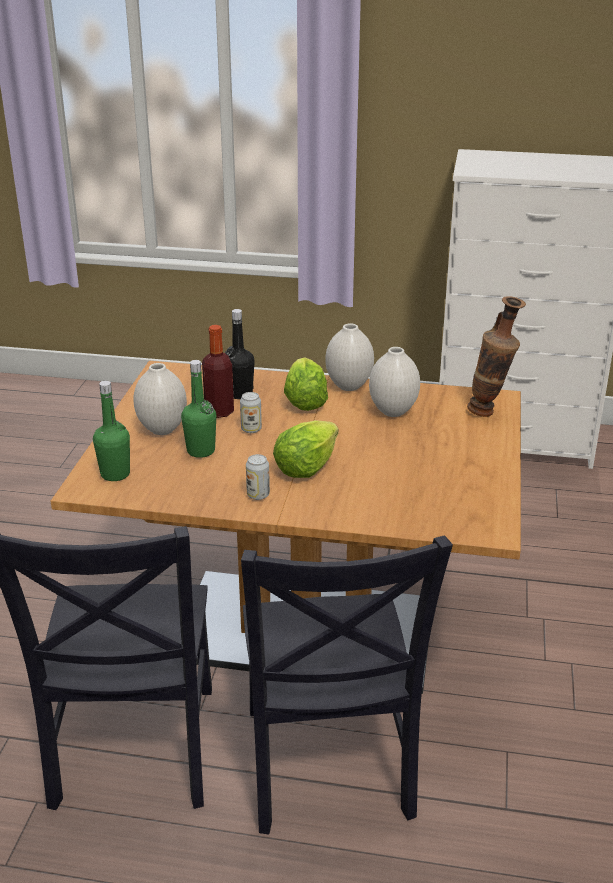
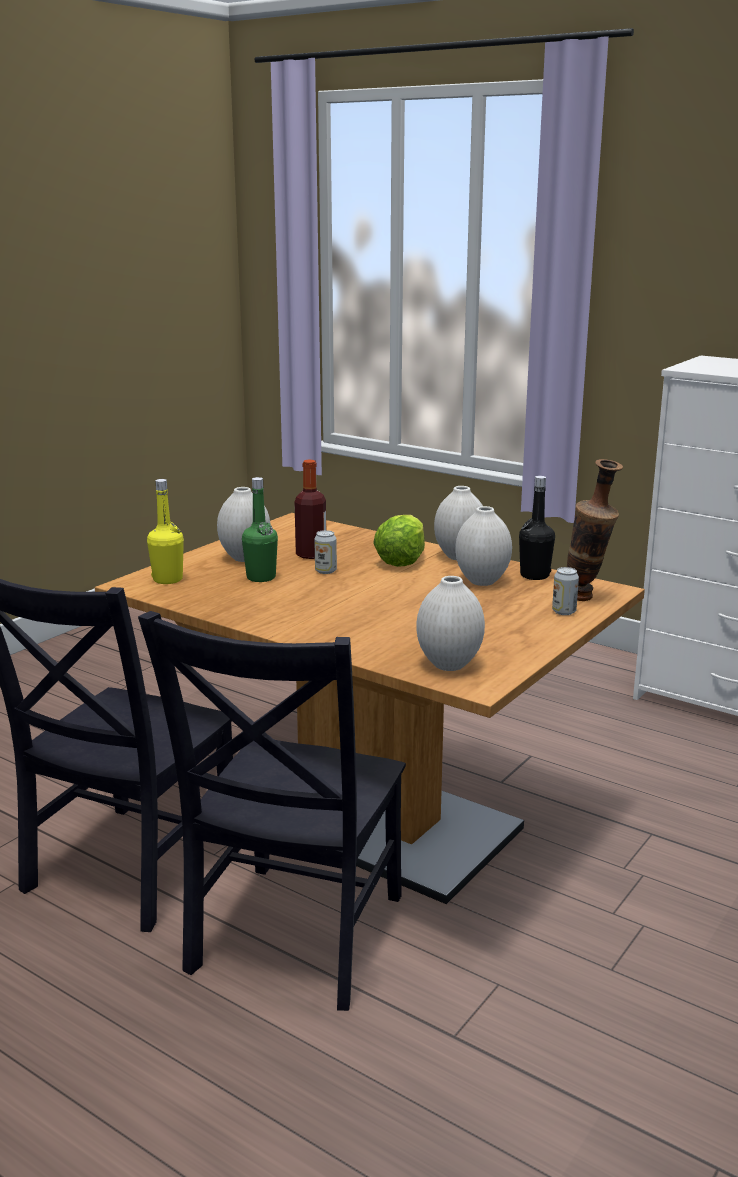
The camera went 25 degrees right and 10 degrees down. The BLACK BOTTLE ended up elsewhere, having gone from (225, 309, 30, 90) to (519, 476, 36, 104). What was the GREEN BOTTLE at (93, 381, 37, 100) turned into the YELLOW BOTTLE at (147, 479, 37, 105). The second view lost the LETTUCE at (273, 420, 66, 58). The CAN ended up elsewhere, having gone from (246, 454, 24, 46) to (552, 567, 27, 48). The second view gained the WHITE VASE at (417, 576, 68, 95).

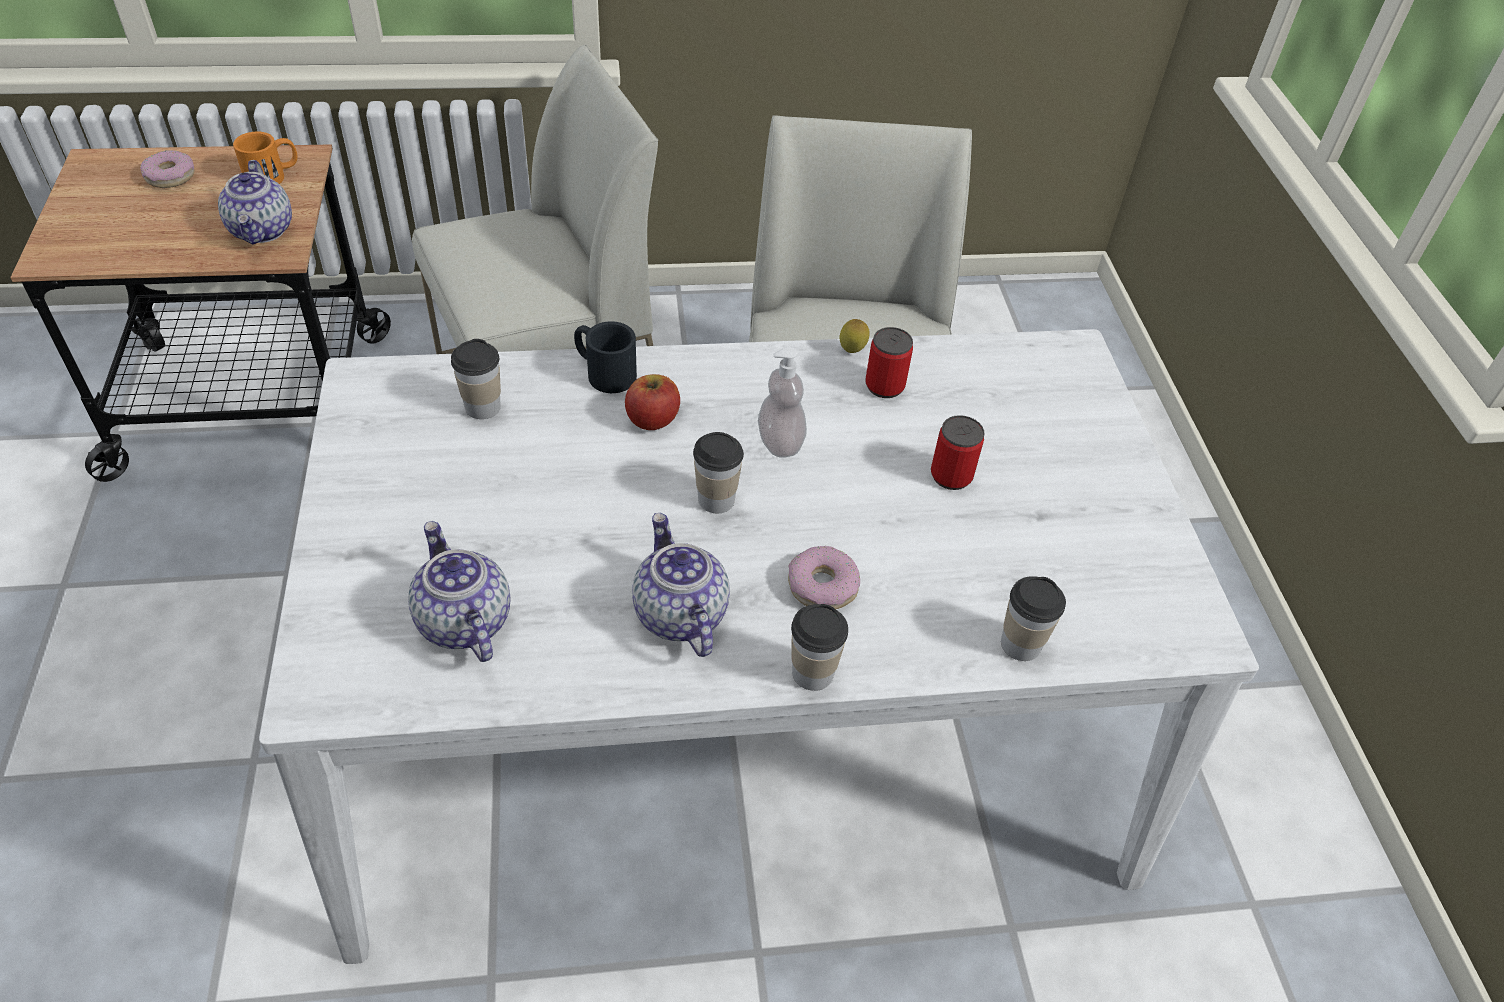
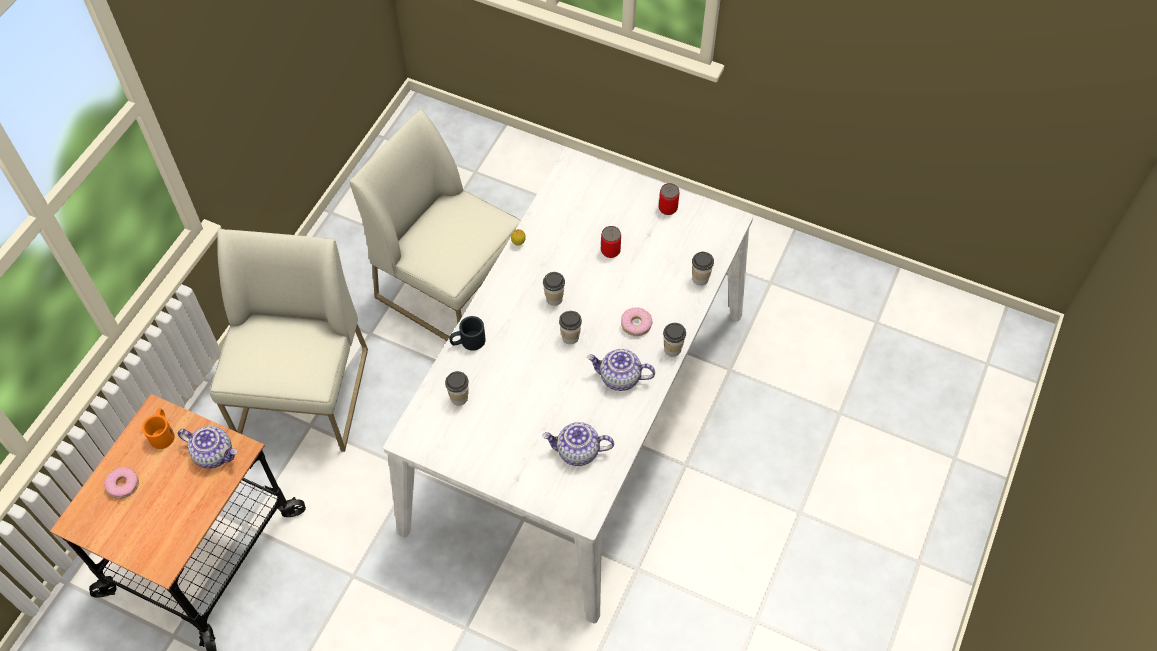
The camera went 55 degrees left and 10 degrees up. The CAN ended up elsewhere, having gone from (865, 327, 48, 71) to (659, 183, 20, 32). Where the SOAP DISPENSER stood at (758, 347, 49, 111), the CUP came to stand at (543, 272, 22, 34). The second view lost the APPLE at (625, 374, 55, 56).

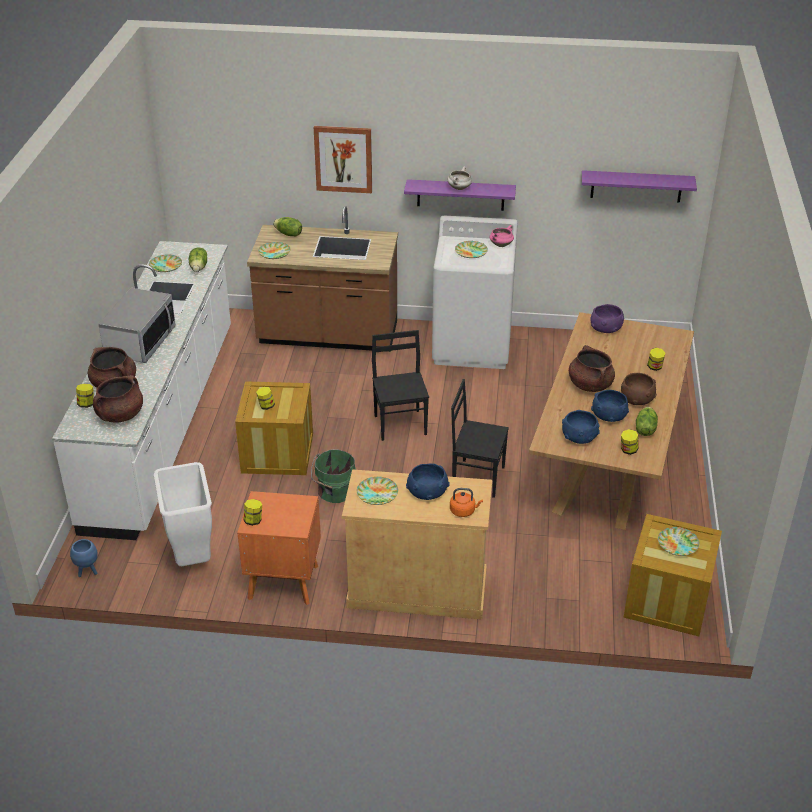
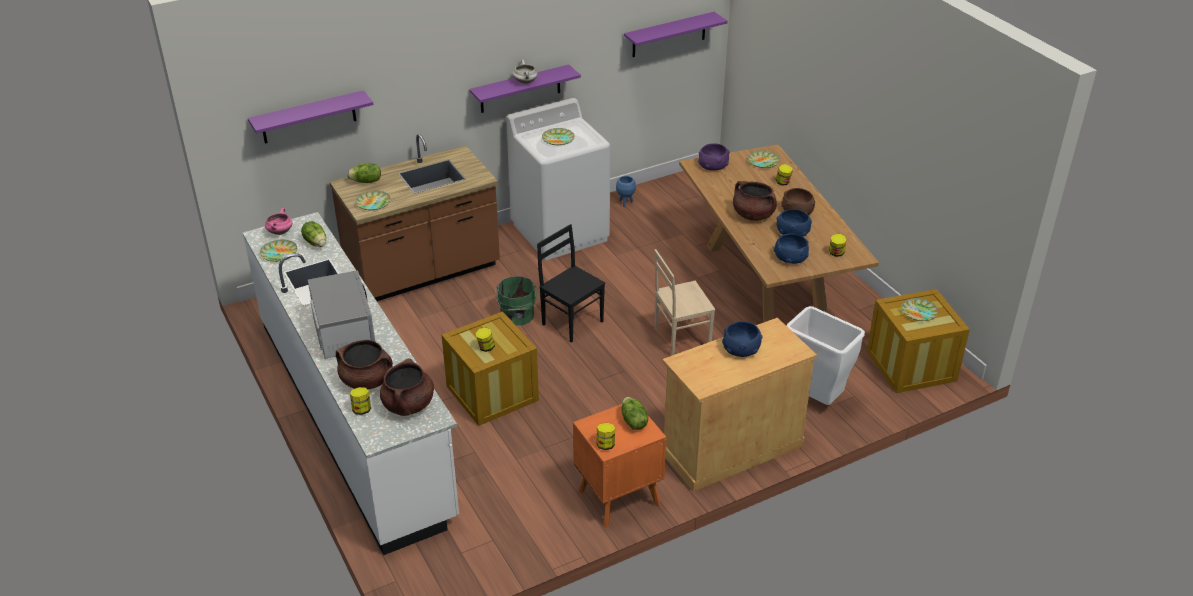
The camera went 35 degrees left and 0 degrees up. The second view lost the PICTURE at (314, 126, 58, 67). The PINK COOKING POT ended up elsewhere, having gone from (490, 225, 24, 22) to (265, 208, 28, 27). What was the BLACK CHAIR at (451, 379, 58, 119) turned into the BEIGE CHAIR at (655, 249, 60, 107). The LETTUCE ended up elsewhere, having gone from (636, 407, 22, 29) to (622, 397, 26, 33). The GREEN BUCKET ended up elsewhere, having gone from (311, 450, 45, 53) to (495, 276, 42, 50). The WHITE TRASH CAN ended up elsewhere, having gone from (154, 462, 58, 104) to (787, 306, 78, 99). The PLATE ended up elsewhere, having gone from (357, 477, 41, 28) to (748, 151, 32, 17). The second view lost the ORANGE KETTLE at (450, 488, 33, 29). The BLUE PLANTER ended up elsewhere, having gone from (70, 539, 28, 38) to (616, 176, 20, 31). The second view gained the PURPLE SHELF at (248, 90, 126, 53).

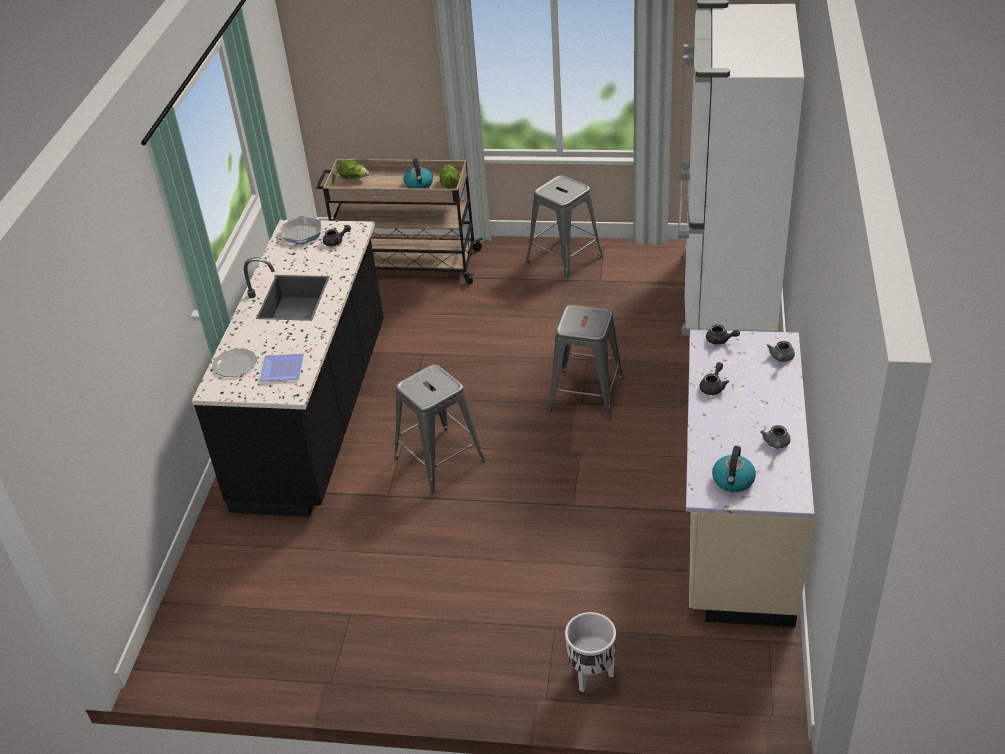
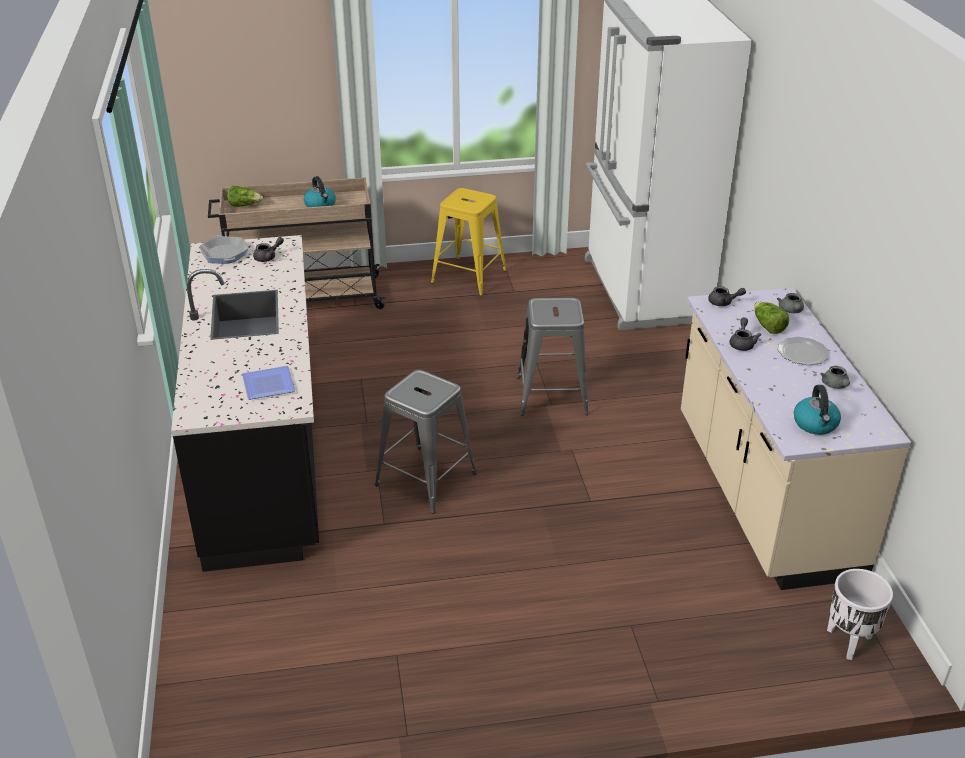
The camera went 20 degrees left and 5 degrees down. The LETTUCE ended up elsewhere, having gone from (440, 165, 20, 24) to (754, 302, 35, 32). What was the GREY STOOL at (526, 175, 77, 107) turned into the YELLOW STOOL at (431, 188, 76, 108). The PLATE ended up elsewhere, having gone from (212, 348, 45, 29) to (777, 337, 52, 28). The WHITE PLANTER ended up elsewhere, having gone from (565, 612, 51, 80) to (827, 569, 66, 91).

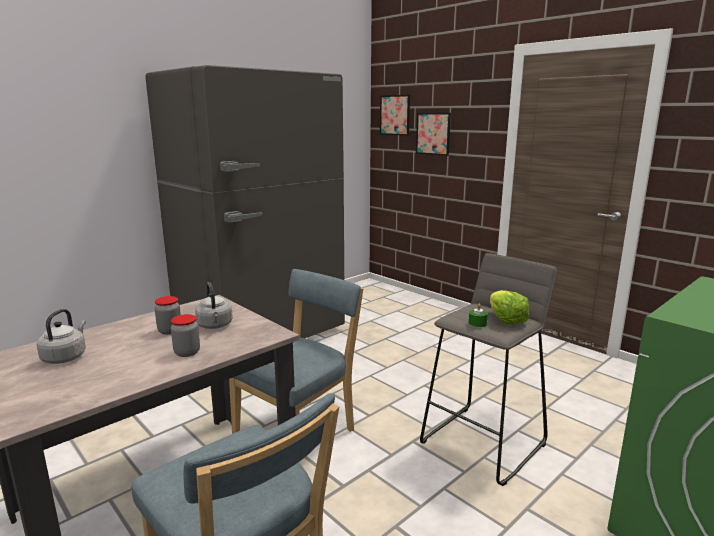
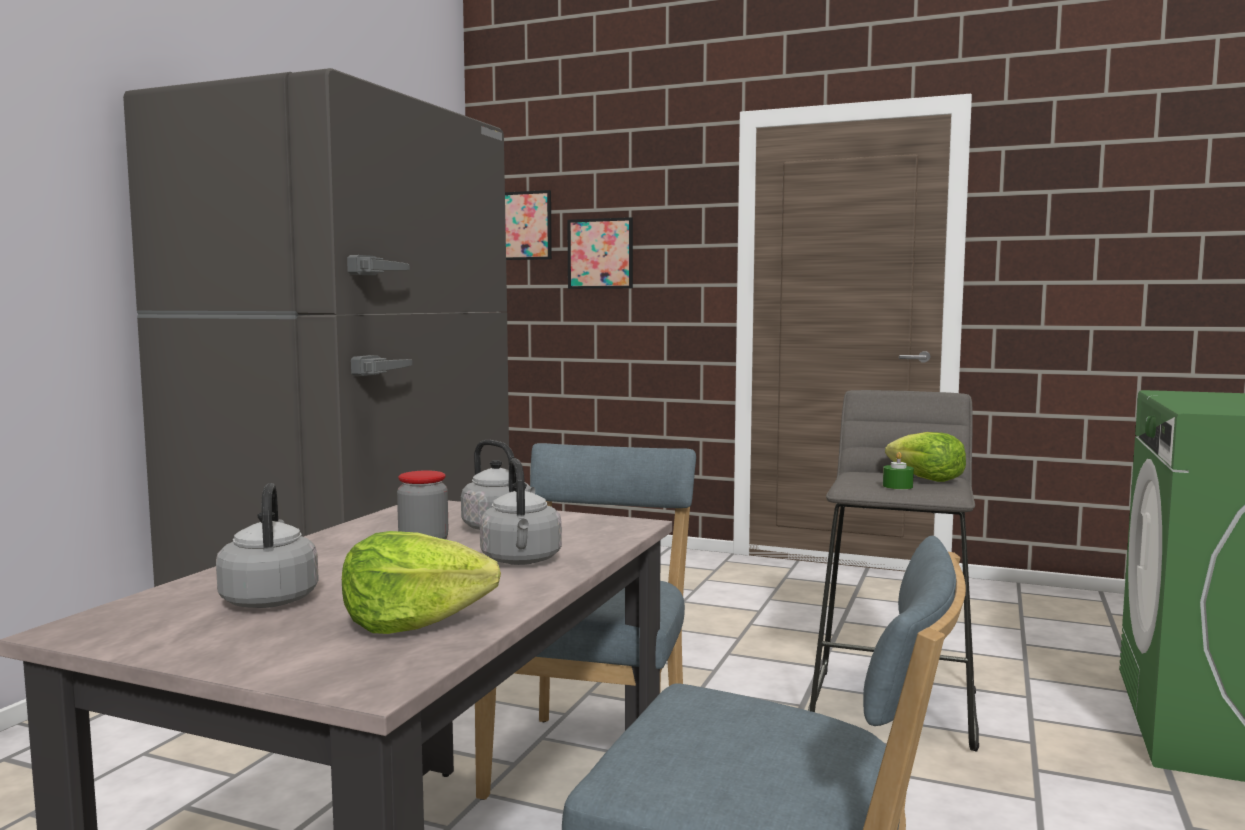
The camera went 25 degrees left and 10 degrees down. Where the JAR stood at (171, 314, 29, 43), the GREY KETTLE came to stand at (480, 458, 82, 107). The second view gained the LETTUCE at (342, 531, 159, 103).

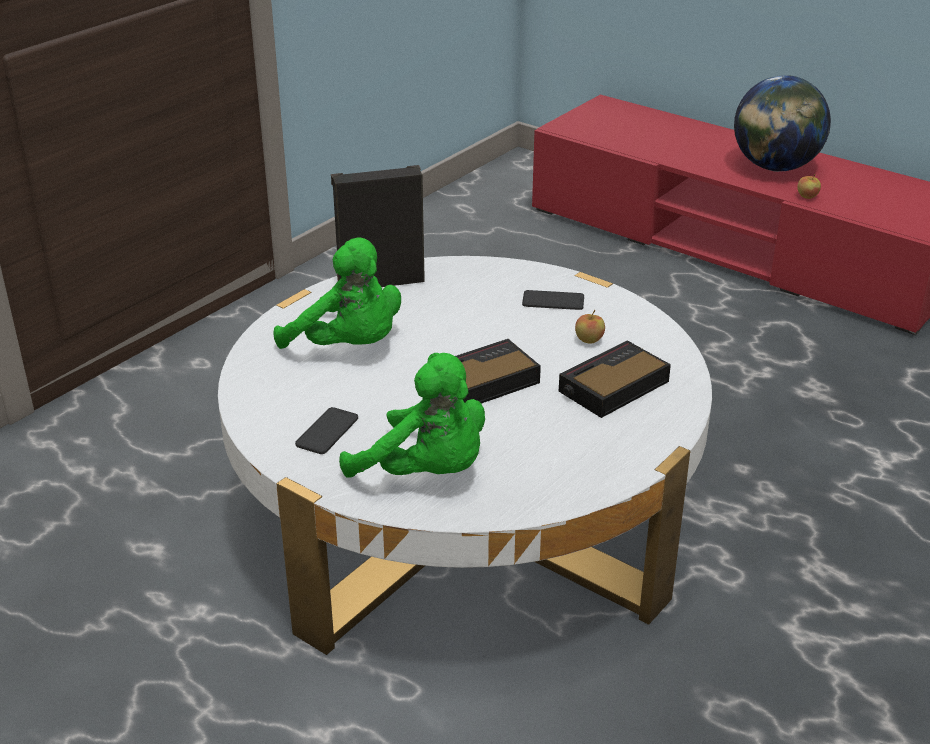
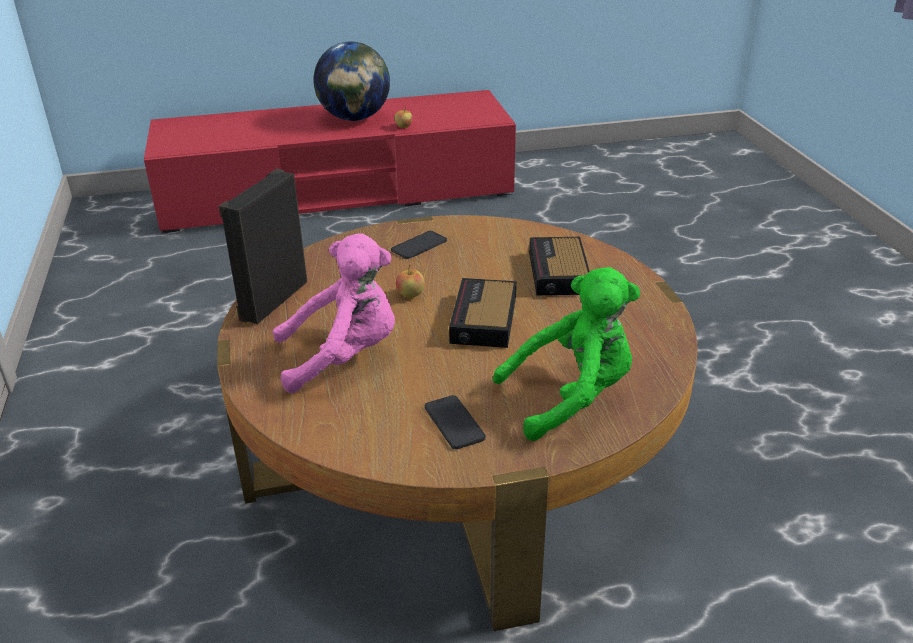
The camera went 50 degrees left and 0 degrees up. What was the GREEN PLUSH TOY at (273, 237, 128, 112) turned into the PINK PLUSH TOY at (273, 233, 122, 160). What was the WHITE COFFEE TABLE at (218, 256, 494, 399) turned into the BROWN COFFEE TABLE at (217, 215, 481, 416). The APPLE ended up elsewhere, having gone from (575, 309, 30, 35) to (396, 265, 29, 33).

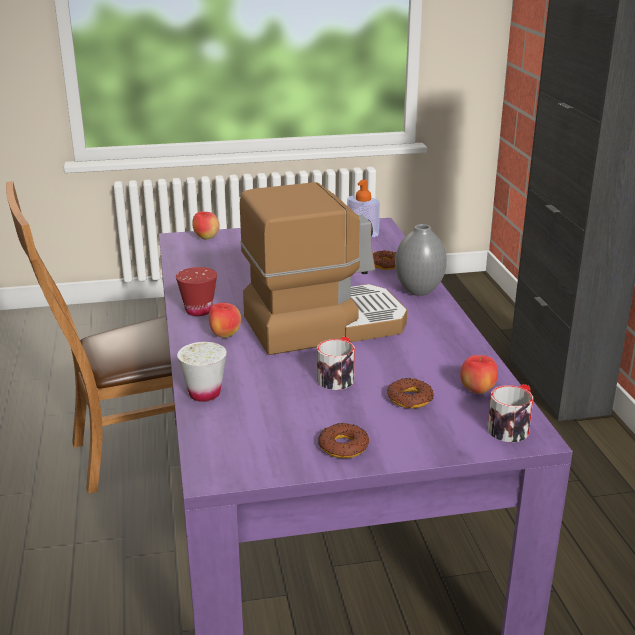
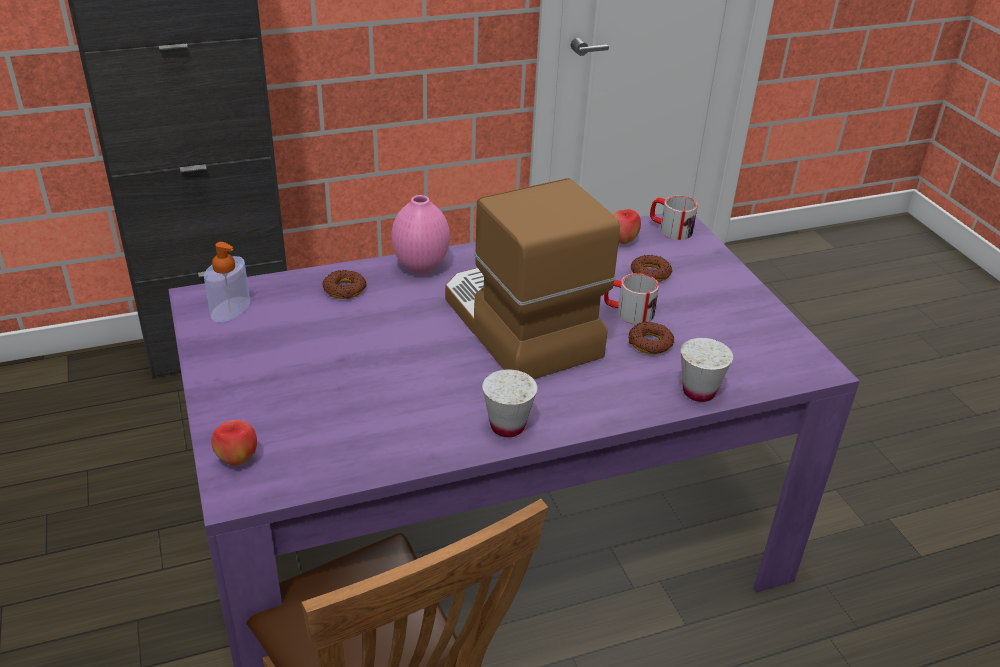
The camera went 100 degrees left and 10 degrees up. What was the GREY VASE at (395, 224, 52, 72) turned into the PINK VASE at (391, 195, 59, 79). What was the RED CUP at (176, 267, 41, 49) turned into the WHITE CUP at (482, 369, 55, 68). The second view lost the APPLE at (209, 303, 32, 35). The DONUT ended up elsewhere, having gone from (318, 423, 51, 35) to (628, 322, 46, 32).

